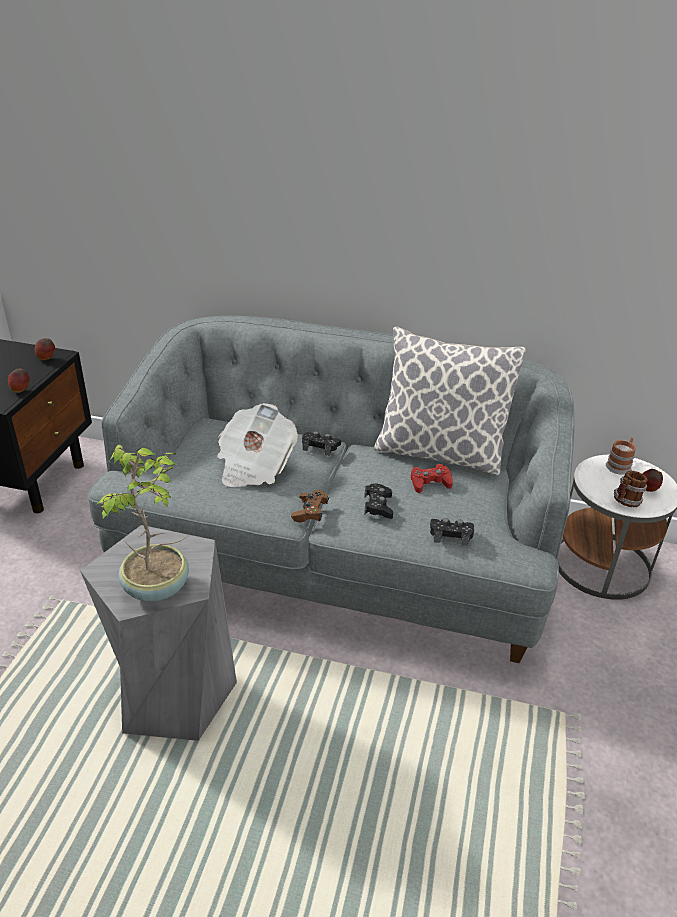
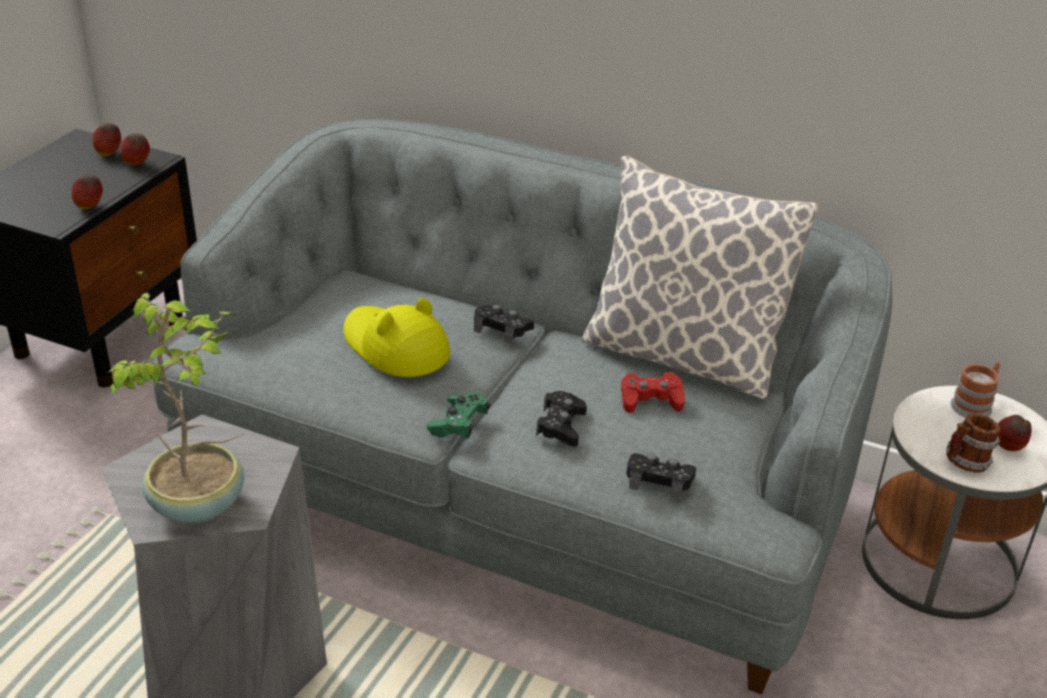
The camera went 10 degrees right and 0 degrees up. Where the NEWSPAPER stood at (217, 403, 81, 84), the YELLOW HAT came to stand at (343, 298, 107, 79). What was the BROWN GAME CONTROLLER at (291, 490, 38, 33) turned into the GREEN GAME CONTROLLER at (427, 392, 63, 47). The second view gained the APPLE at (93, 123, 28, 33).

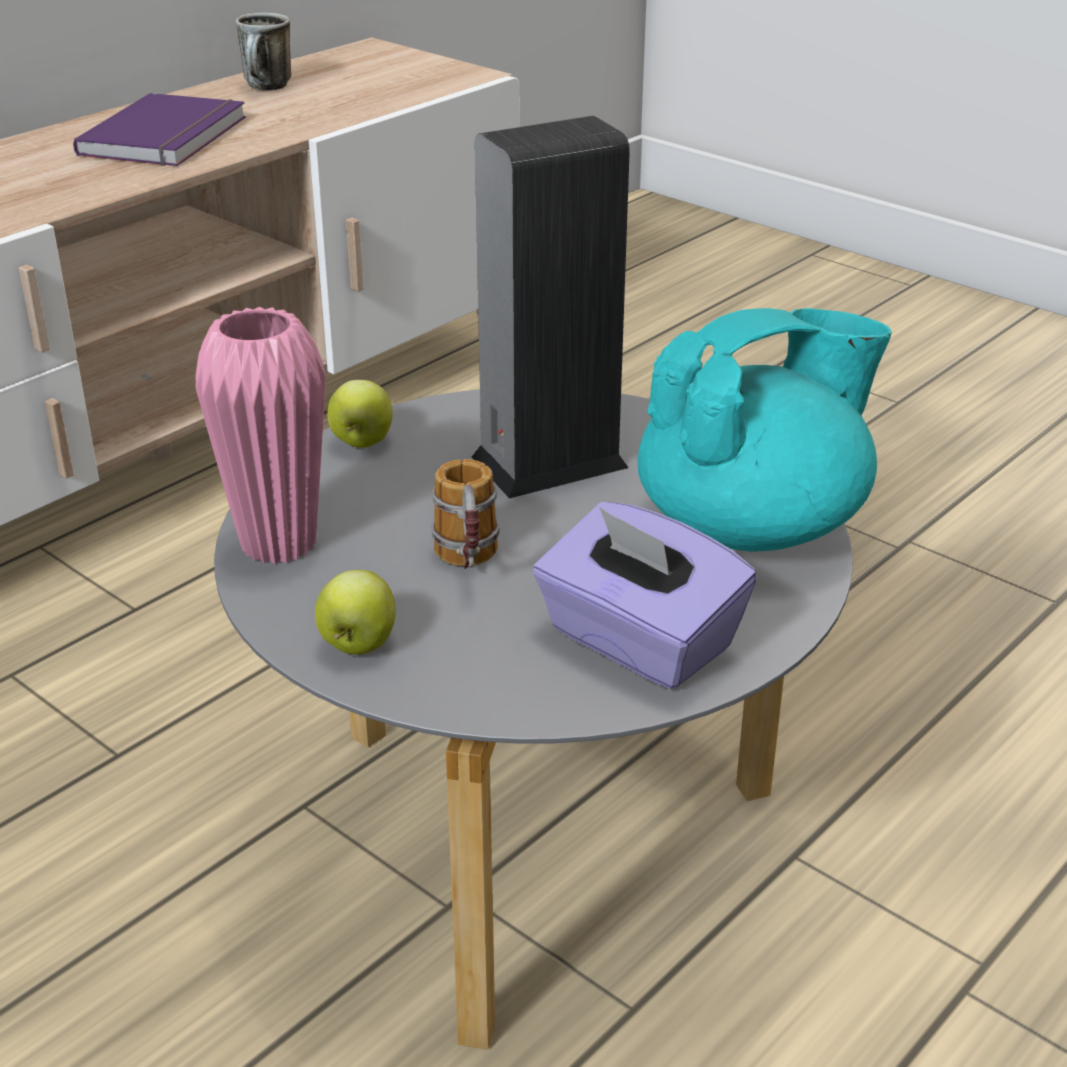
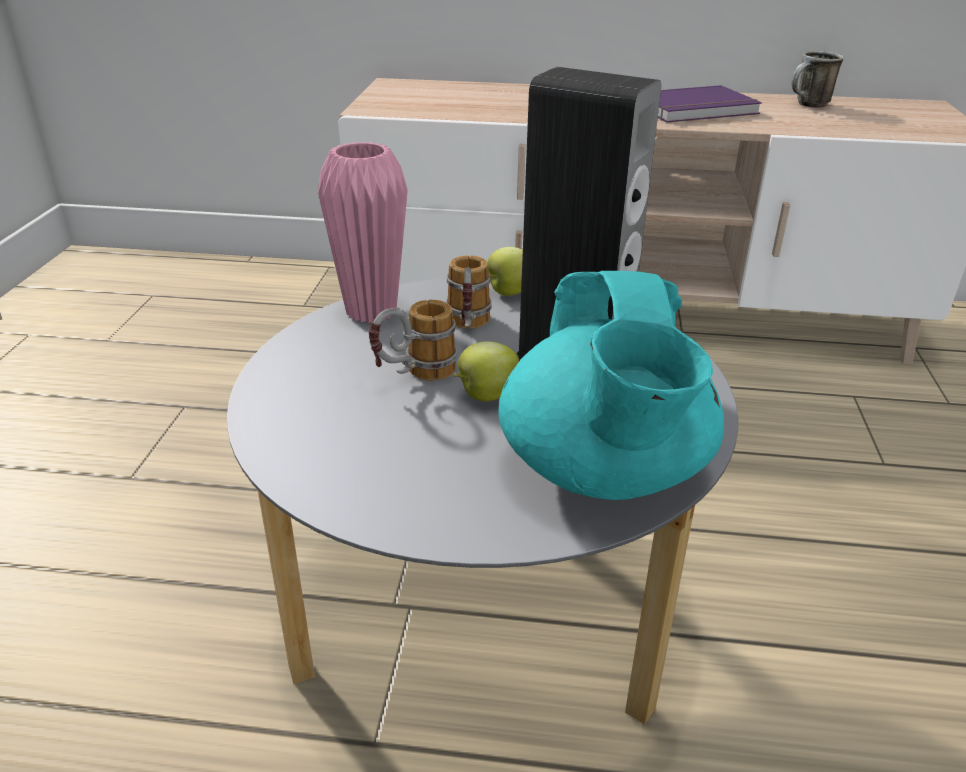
The camera went 55 degrees right and 0 degrees up. The TURQUOISE TEAPOT at (637, 308, 255, 244) ended up facing another way, 60 degrees clockwise from before. The second view lost the PURPLE TISSUE BOX at (533, 502, 224, 188). The APPLE ended up elsewhere, having gone from (315, 570, 81, 84) to (454, 341, 65, 60). The second view gained the MUG at (446, 255, 46, 74).

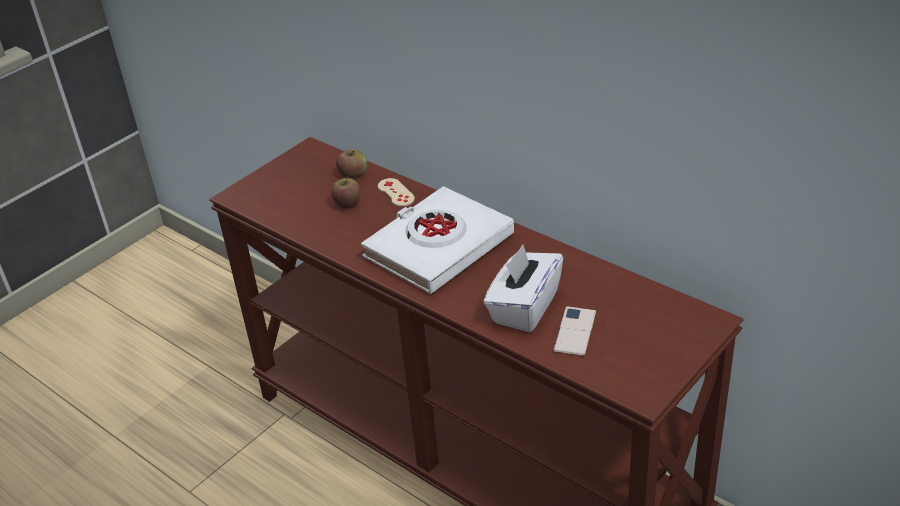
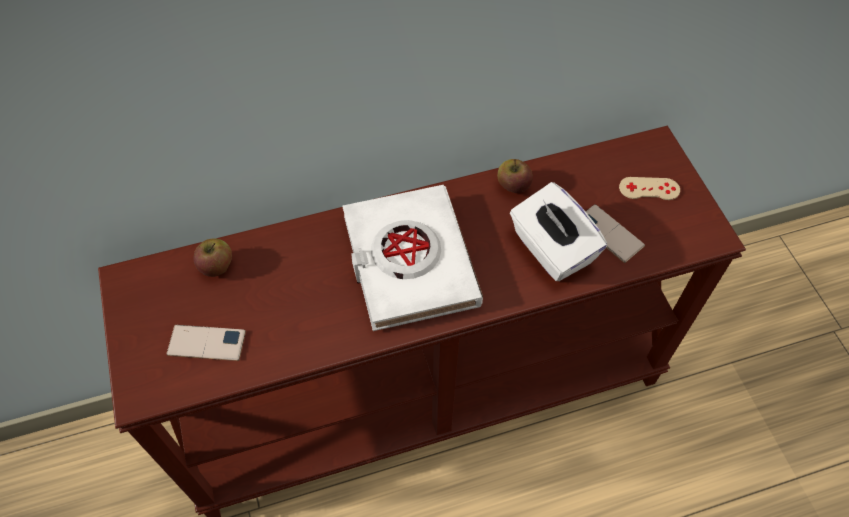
The camera went 60 degrees left and 20 degrees up. The APPLE ended up elsewhere, having gone from (331, 176, 29, 32) to (497, 159, 36, 34). The BEIGE GAME CONTROLLER ended up elsewhere, having gone from (378, 178, 37, 29) to (619, 177, 61, 23). The second view gained the PHONE at (166, 325, 80, 36).

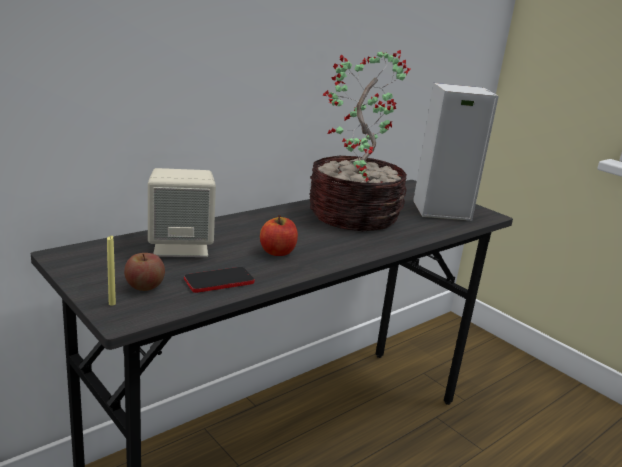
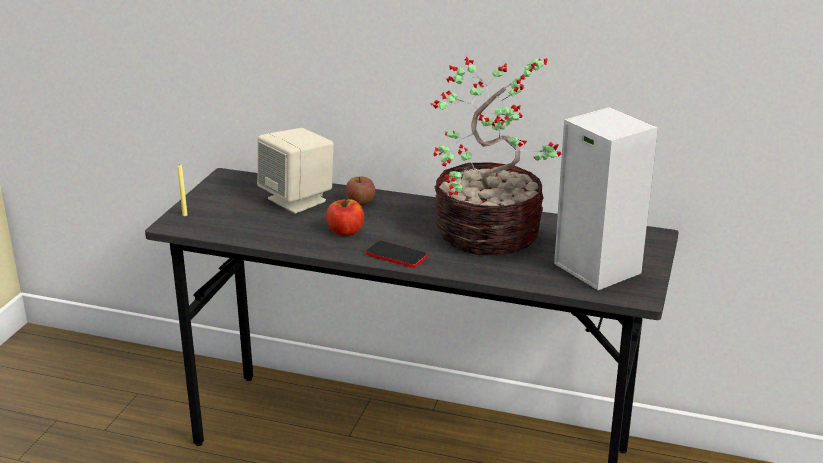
The camera went 60 degrees right and 5 degrees up. The APPLE ended up elsewhere, having gone from (124, 253, 41, 38) to (345, 177, 30, 29). The PHONE ended up elsewhere, having gone from (184, 267, 71, 26) to (366, 241, 61, 27).

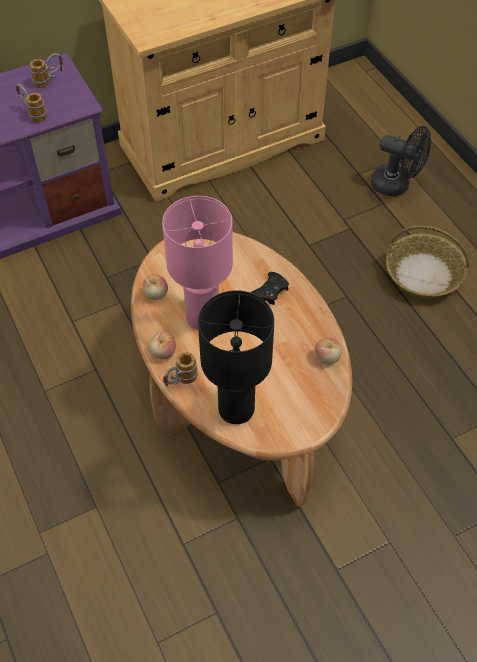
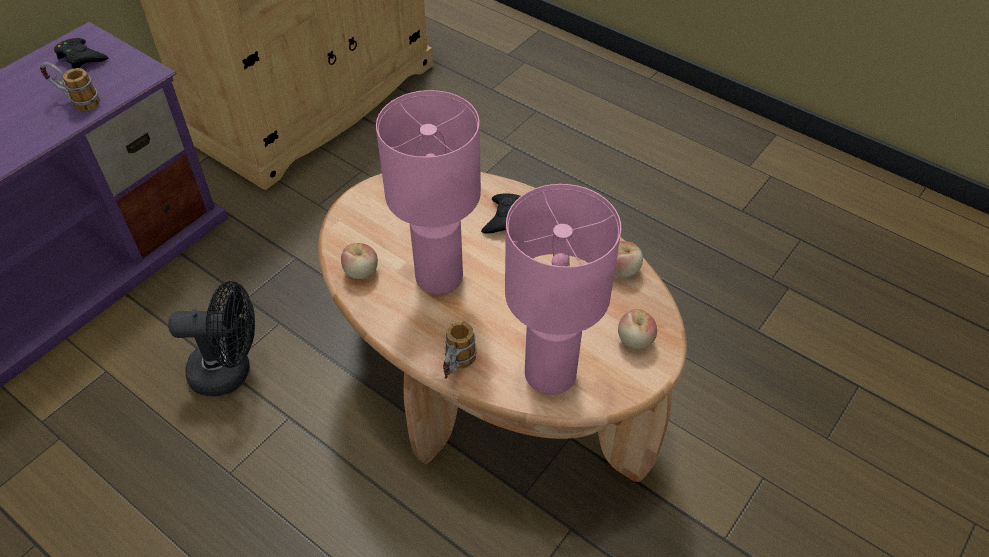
The camera went 25 degrees left and 5 degrees down. Where the MUG stood at (30, 53, 33, 35), the BLACK GAME CONTROLLER came to stand at (54, 38, 54, 31). The BLACK FAN ended up elsewhere, having gone from (371, 126, 60, 71) to (168, 281, 87, 115). The second view lost the BASKET at (386, 226, 84, 73). What was the BLACK TABLE LAMP at (198, 290, 76, 134) turned into the PINK TABLE LAMP at (505, 184, 116, 211). The APPLE ended up elsewhere, having gone from (150, 332, 26, 28) to (618, 309, 39, 40).

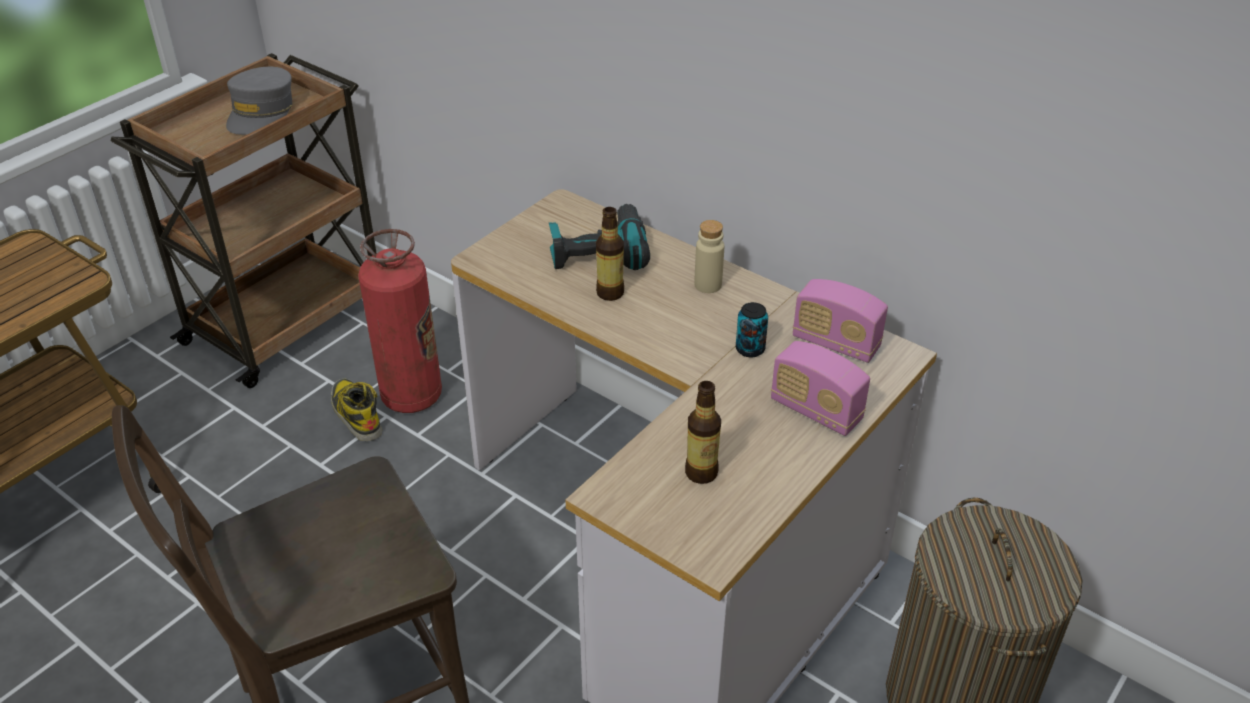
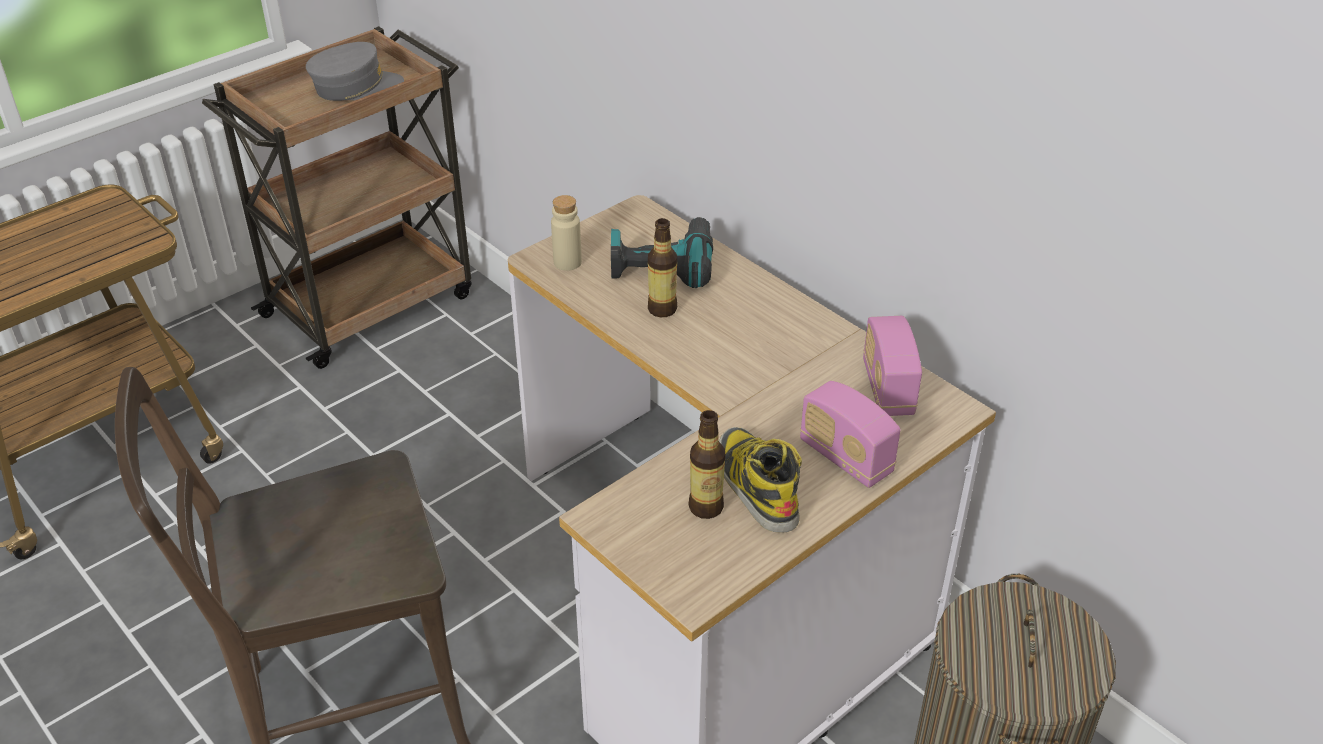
The camera went 10 degrees right and 0 degrees up. The GREY CAP at (226, 67, 66, 68) ended up facing another way, 135 degrees counterclockwise from before. The BEIGE BOTTLE ended up elsewhere, having gone from (694, 220, 30, 73) to (551, 195, 31, 76). The second view lost the FIRE EXTINGUISHER at (358, 229, 84, 184). The RADIO at (793, 279, 95, 84) ended up facing another way, 45 degrees clockwise from before. The second view lost the CAN at (736, 302, 32, 55). The BOOT ended up elsewhere, having gone from (331, 379, 51, 62) to (719, 427, 83, 106).

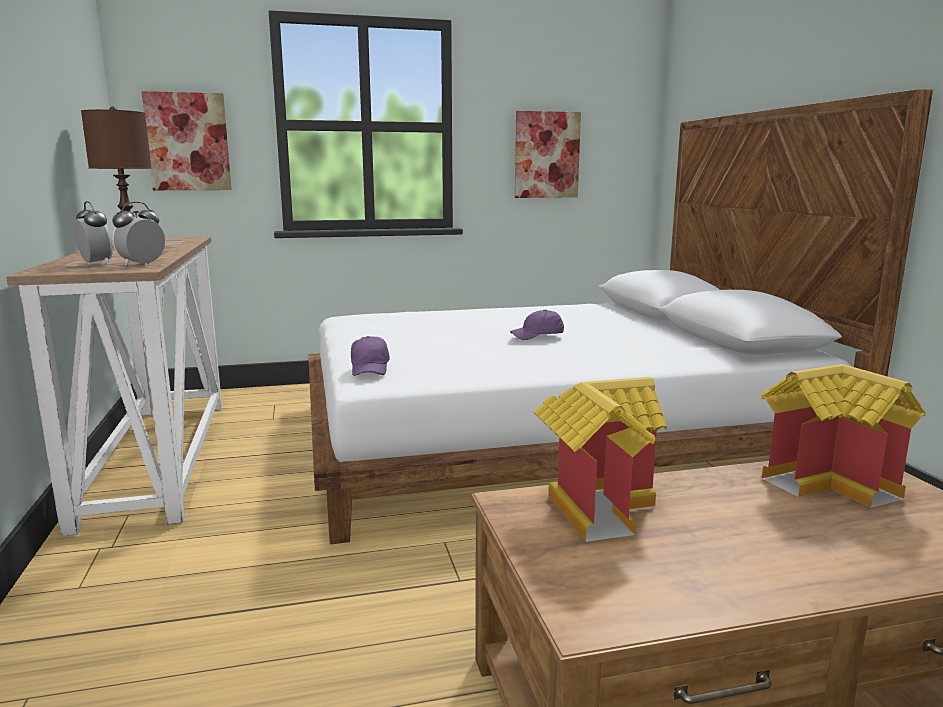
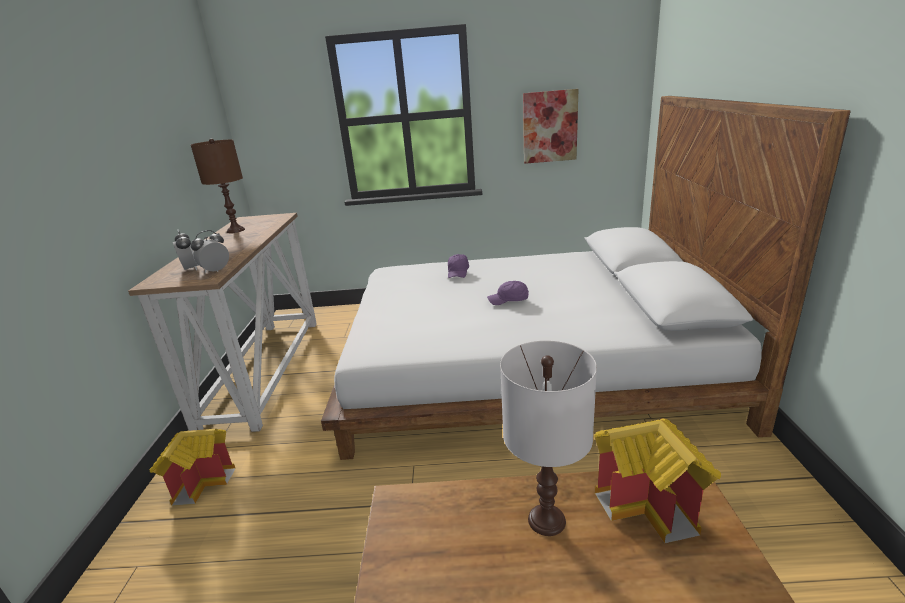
The camera went 15 degrees right and 10 degrees up. The second view lost the PICTURE at (142, 91, 90, 99). The PURPLE CAP ended up elsewhere, having gone from (351, 336, 39, 40) to (448, 254, 21, 24). The TOY HOUSE ended up elsewhere, having gone from (533, 377, 134, 165) to (150, 429, 85, 77). The second view gained the WHITE TABLE LAMP at (500, 340, 97, 196).

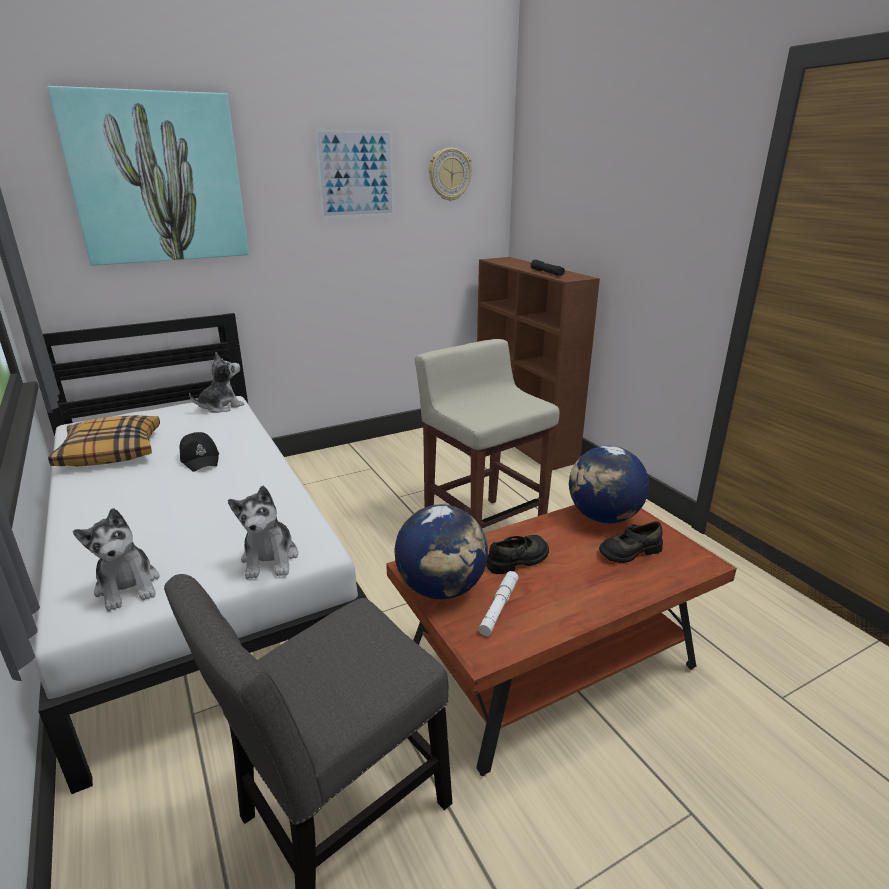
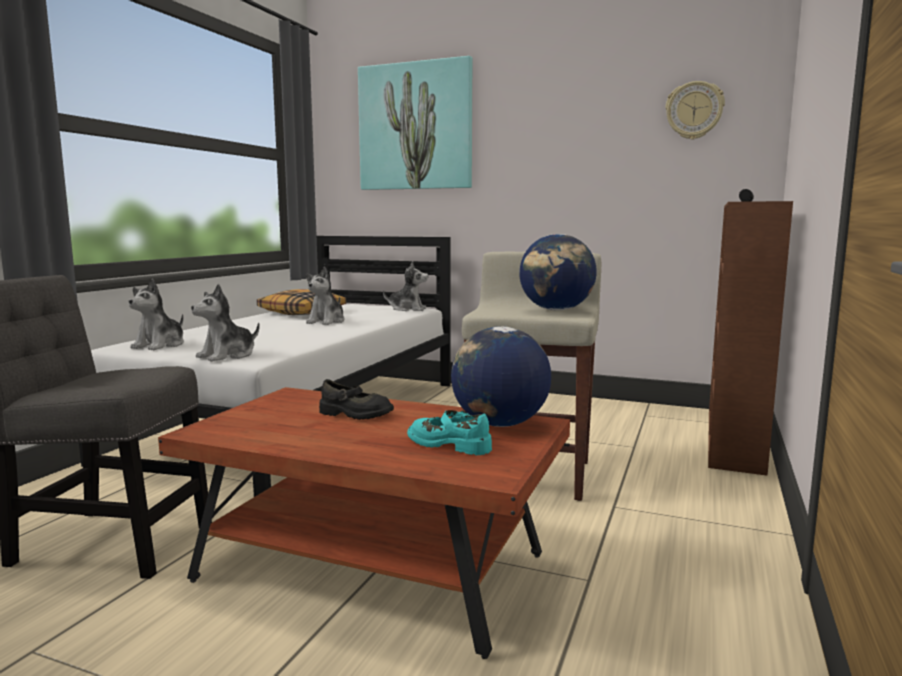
The camera went 50 degrees right and 15 degrees down. The second view lost the PICTURE at (314, 129, 81, 90). Where the BLACK CAP stood at (180, 432, 39, 40), the PLUSH TOY came to stand at (306, 267, 39, 58). The GLOBE ended up elsewhere, having gone from (395, 505, 93, 94) to (519, 234, 78, 77). What was the BLACK SHOE at (599, 521, 64, 42) turned into the TURQUOISE SHOE at (407, 410, 85, 45). The second view lost the WHITE FLASHLIGHT at (479, 571, 40, 65).

